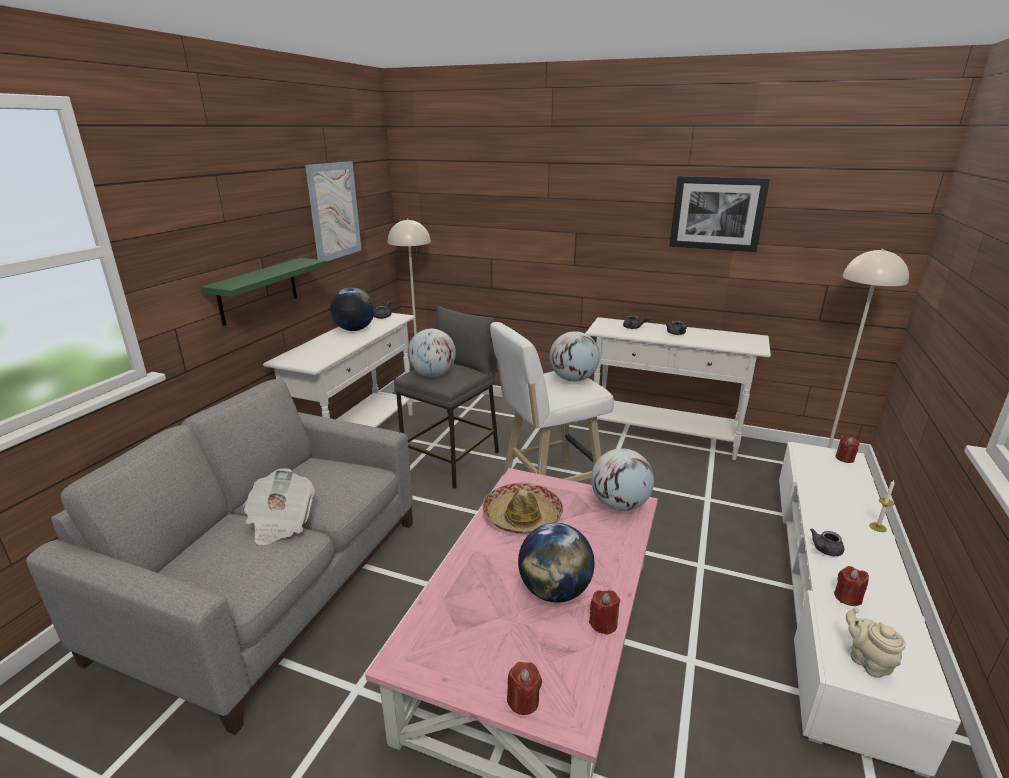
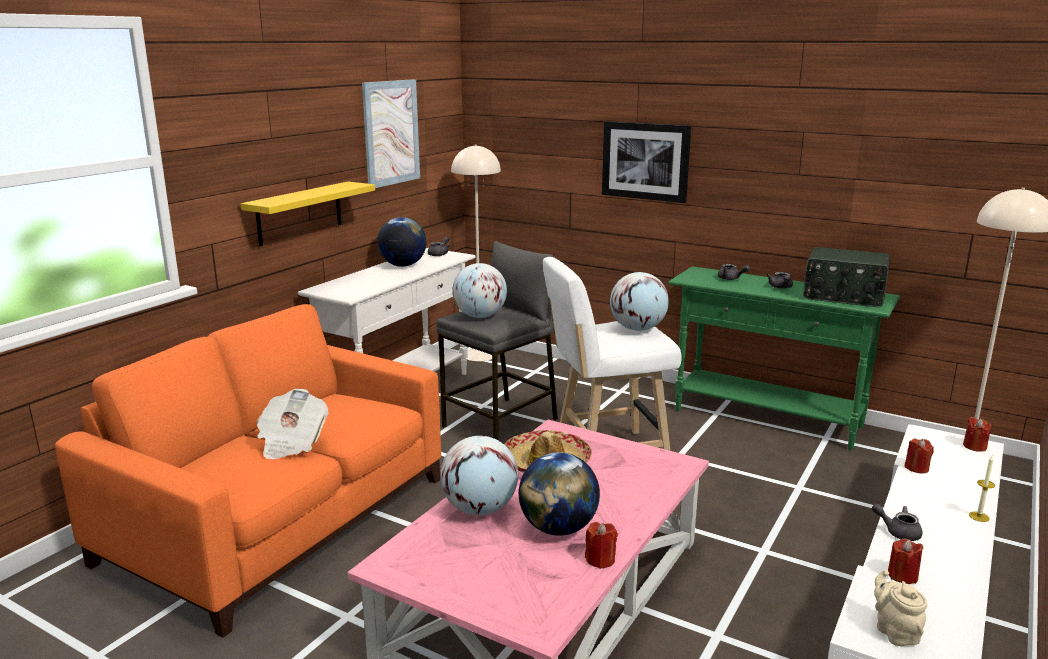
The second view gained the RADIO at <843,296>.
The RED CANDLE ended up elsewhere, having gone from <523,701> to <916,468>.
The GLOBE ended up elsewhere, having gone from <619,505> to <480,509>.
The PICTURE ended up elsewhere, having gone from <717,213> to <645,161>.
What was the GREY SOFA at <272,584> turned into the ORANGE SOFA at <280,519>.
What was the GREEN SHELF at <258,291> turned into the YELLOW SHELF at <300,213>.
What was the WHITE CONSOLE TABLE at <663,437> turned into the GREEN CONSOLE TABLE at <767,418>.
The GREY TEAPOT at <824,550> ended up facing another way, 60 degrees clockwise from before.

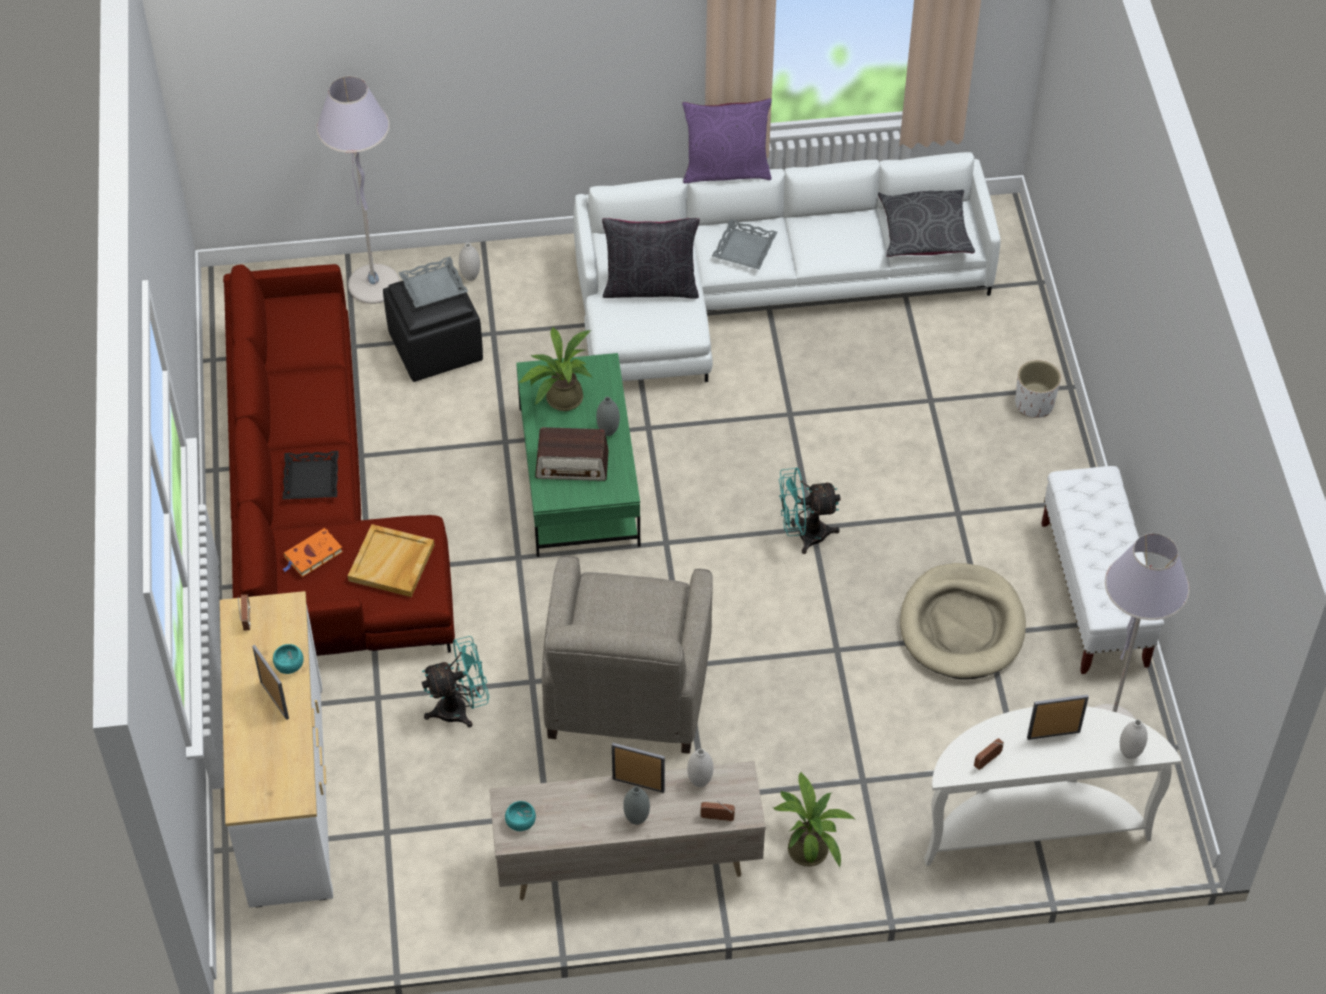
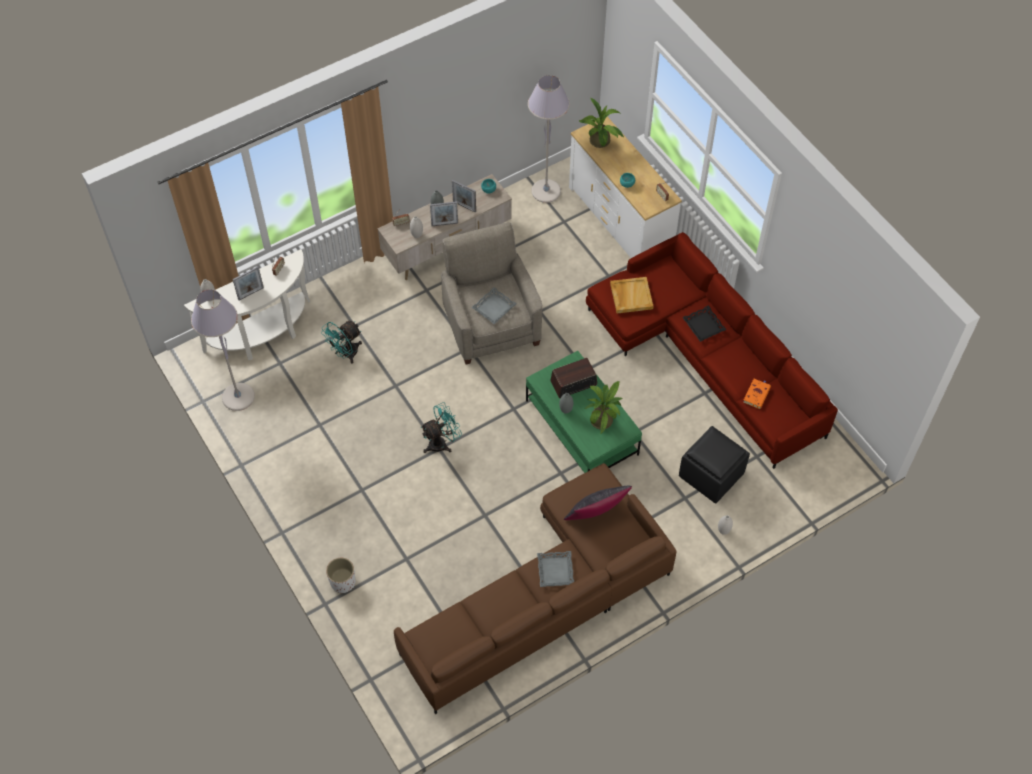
The second view lost the PURPLE PILLOW at <726,170>.
The second view lost the GREY PILLOW at <924,231>.
The second view lost the BEIGE DOG BED at <962,625>.
The second view lost the WHITE BENCH at <1094,594>.
The PICTURE FRAME ended up elsewhere, having gone from <274,700> to <464,206>.
The ORANGE BOOK ended up elsewhere, having gone from <312,555> to <756,394>.
The GREY FLOOR LAMP ended up elsewhere, having gone from <374,285> to <546,191>.
The GREY TRAY ended up elsewhere, having gone from <433,286> to <494,308>.
The TURQUOISE FAN ended up elsewhere, having gone from <460,708> to <345,354>.
The POTTED PLANT ended up elsewhere, having gone from <808,845> to <600,143>.
What was the WHITE SOFA at <763,290> turned into the BROWN SOFA at <543,597>.

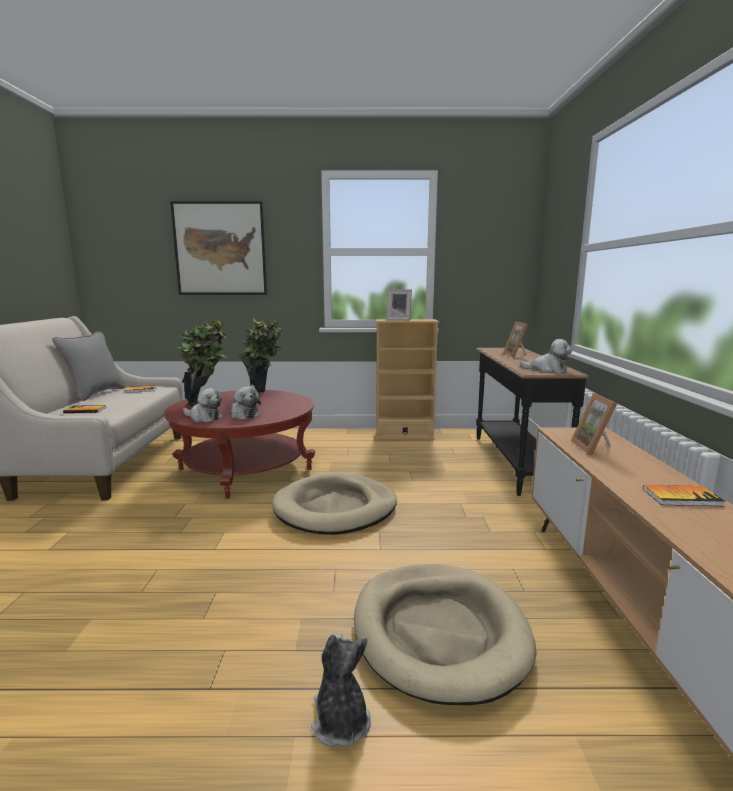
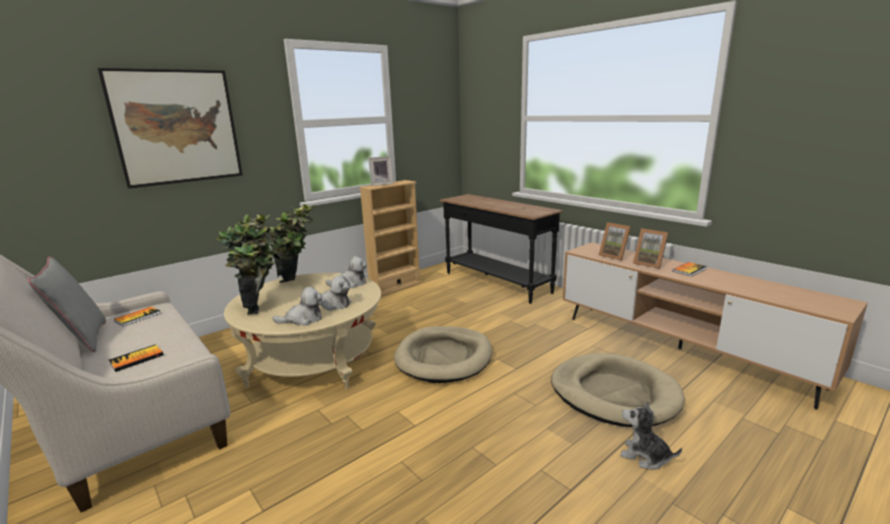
The PICTURE FRAME ended up elsewhere, having gone from <517,355> to <649,264>.
The PLUSH TOY ended up elsewhere, having gone from <547,370> to <350,283>.
What was the RED COFFEE TABLE at <245,469> turned into the BEIGE COFFEE TABLE at <314,360>.

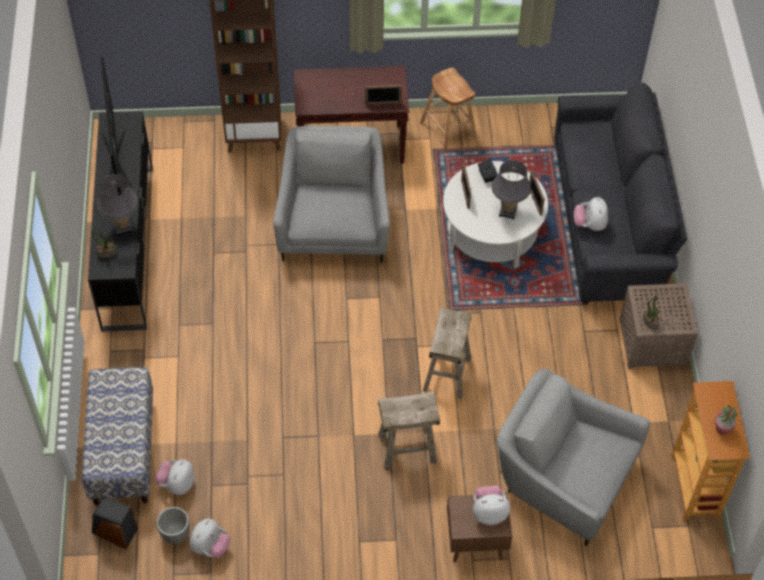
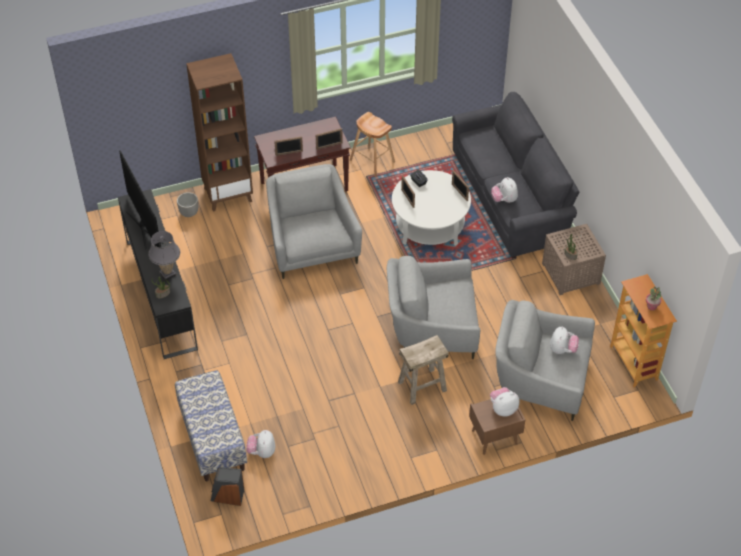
The second view lost the GREY TABLE LAMP at <508,211>.
The second view gained the PICTURE FRAME at <289,153>.
The PLANTER ended up elsewhere, having gone from <175,534> to <188,213>.
The PLUSH TOY ended up elsewhere, having gone from <210,547> to <562,350>.
Where the BEIGE STOOL stood at <446,373>, the GREY ARMCHAIR came to stand at <432,328>.

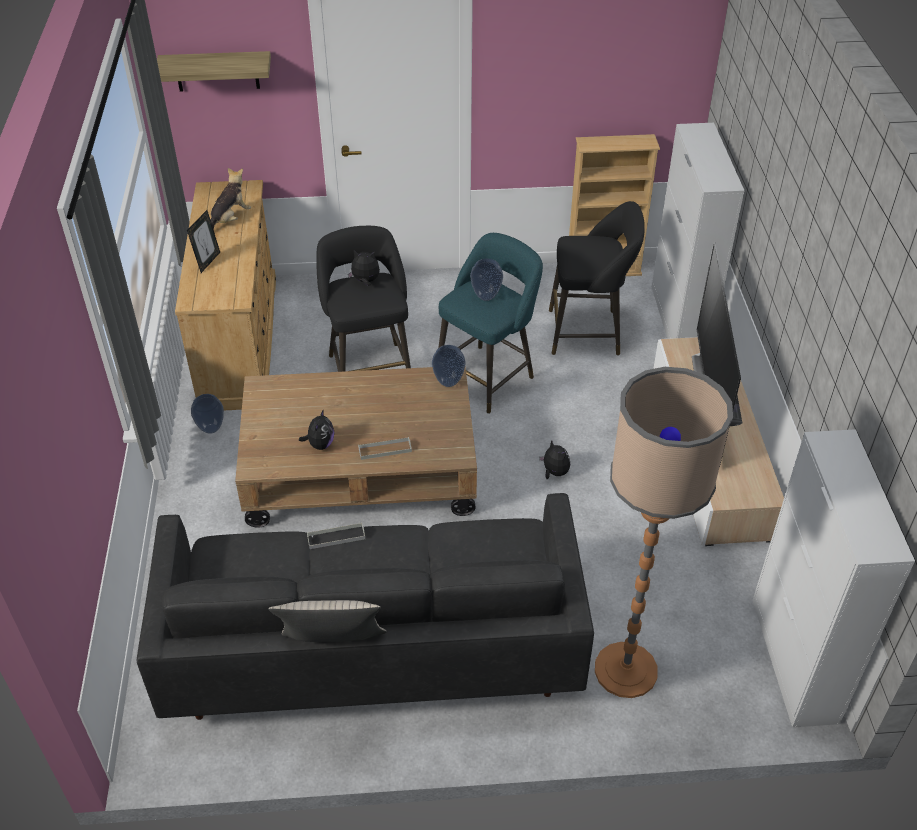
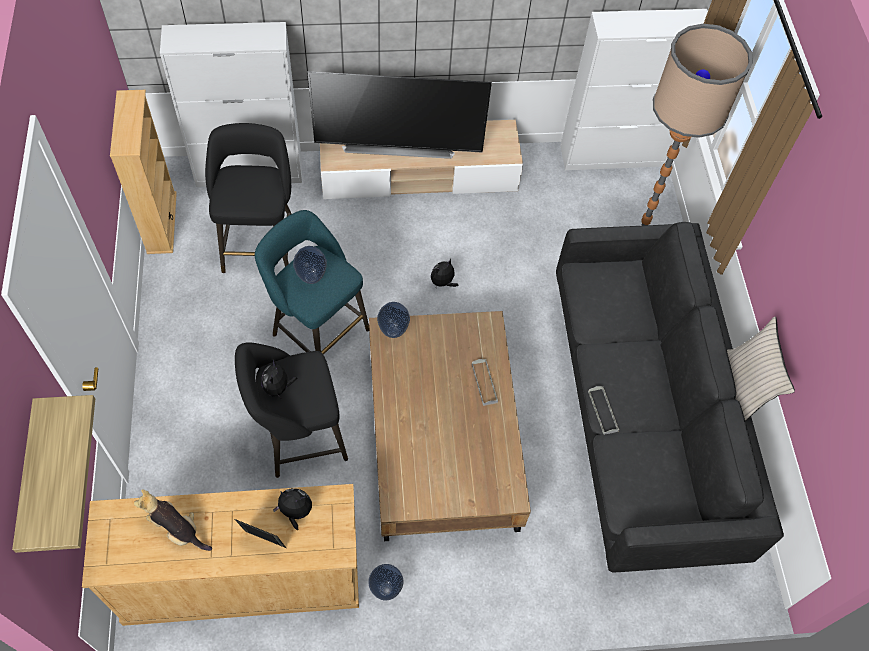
The PLUSH TOY ended up elsewhere, having gone from <320,444> to <295,512>.

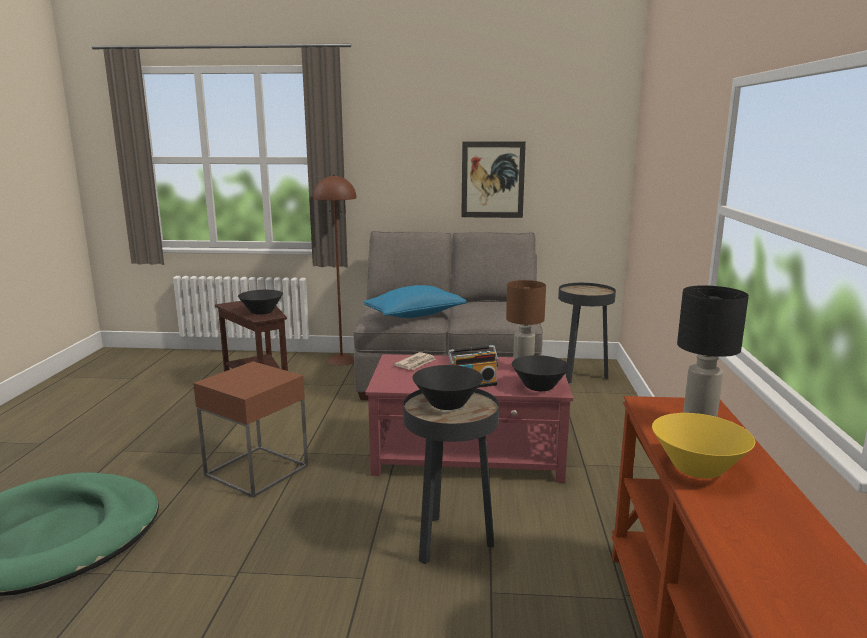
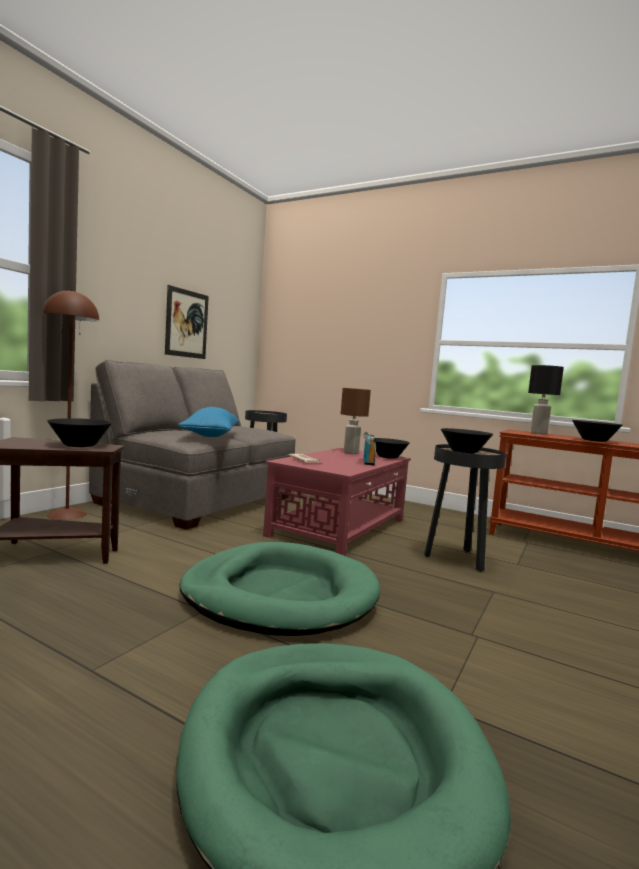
Where the BROWN SIDE TABLE stood at <257,470>, the GREEN DOG BED came to stand at <280,595>.
What was the YELLOW BOWL at <697,468> turned into the BLACK BOWL at <594,440>.

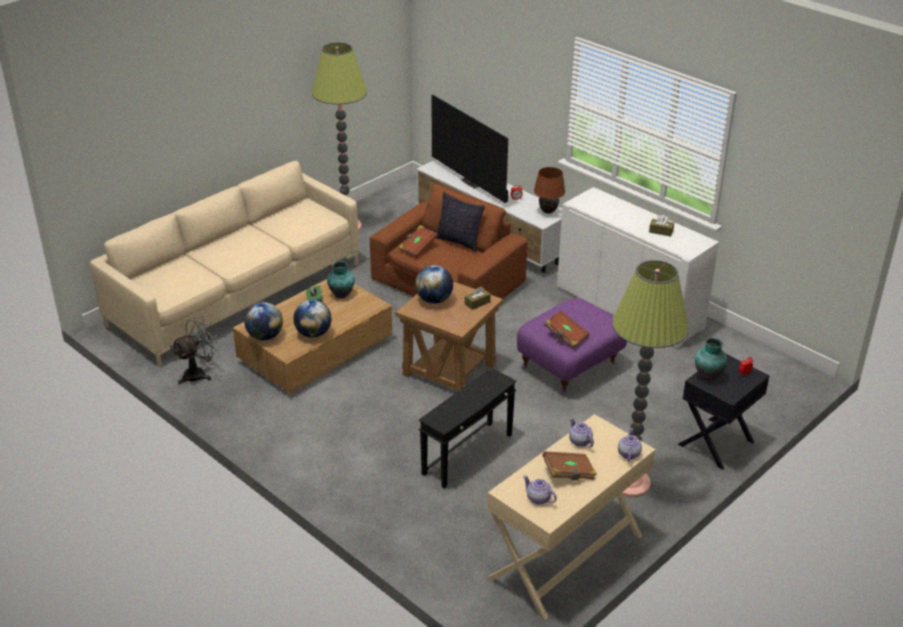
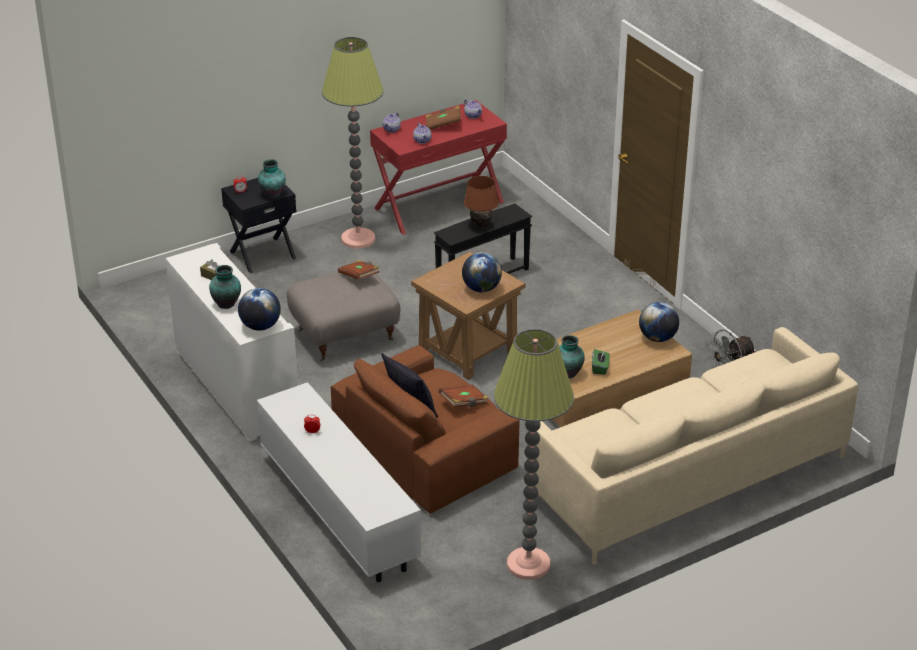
The second view lost the TELEVISION at <473,182>.
The second view lost the BROWN TISSUE BOX at <477,303>.
The second view gained the VASE at <227,304>.
The GLOBE ended up elsewhere, having gone from <313,333> to <260,326>.
The BROWN TABLE LAMP ended up elsewhere, having gone from <548,212> to <481,225>.
What was the BEIGE CONSOLE TABLE at <566,557> turned into the RED CONSOLE TABLE at <439,205>.
What was the PURPLE OTTOMAN at <570,367> turned into the GREY OTTOMAN at <345,334>.

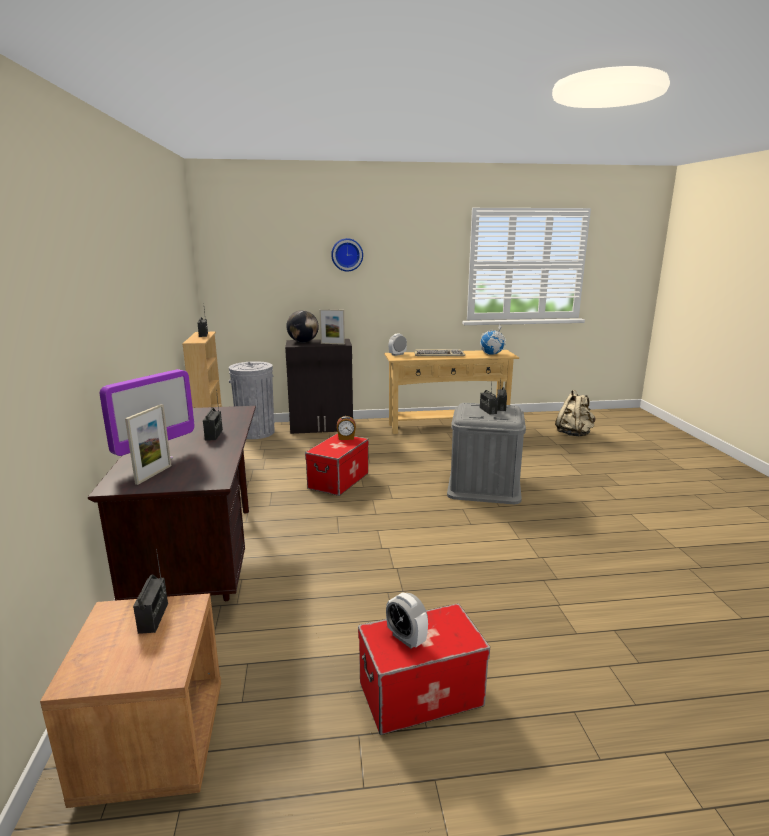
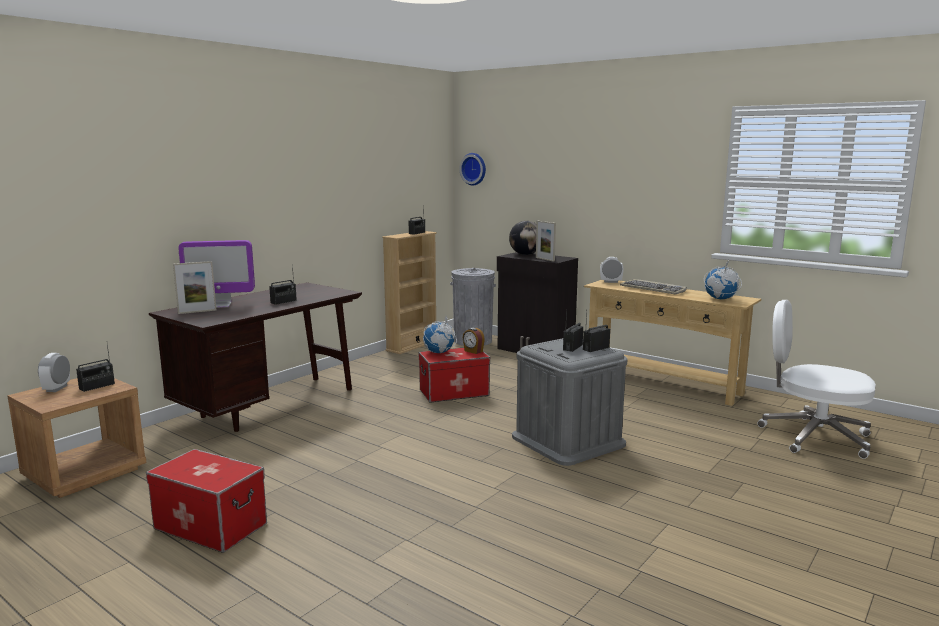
The second view gained the GLOBE at <439,352>.
The WALL CLOCK ended up elsewhere, having gone from <347,254> to <474,169>.
The ALARM CLOCK ended up elsewhere, having gone from <406,638> to <57,388>.
Where the BEIGE BACKPACK stood at <574,434>, the WHITE OFFICE CHAIR came to stand at <813,436>.

